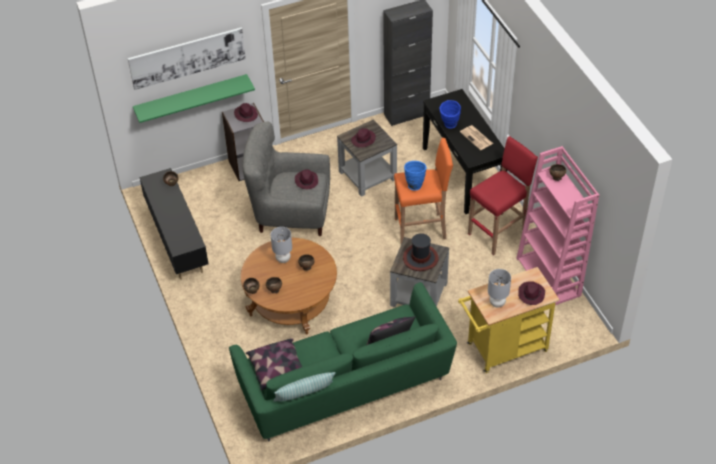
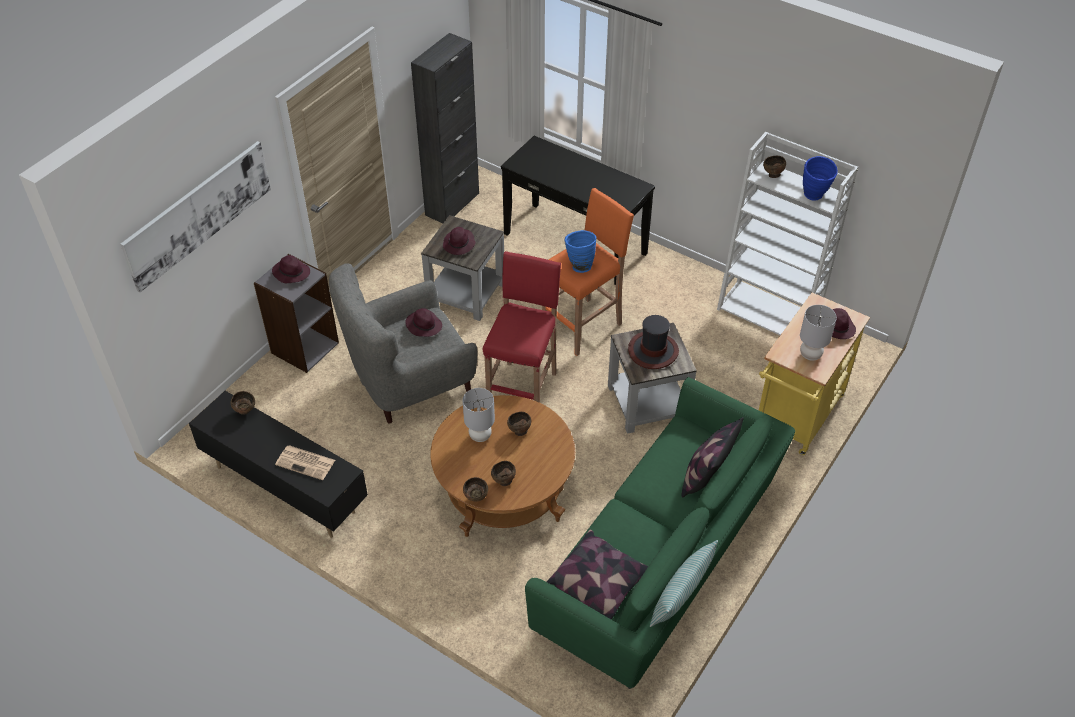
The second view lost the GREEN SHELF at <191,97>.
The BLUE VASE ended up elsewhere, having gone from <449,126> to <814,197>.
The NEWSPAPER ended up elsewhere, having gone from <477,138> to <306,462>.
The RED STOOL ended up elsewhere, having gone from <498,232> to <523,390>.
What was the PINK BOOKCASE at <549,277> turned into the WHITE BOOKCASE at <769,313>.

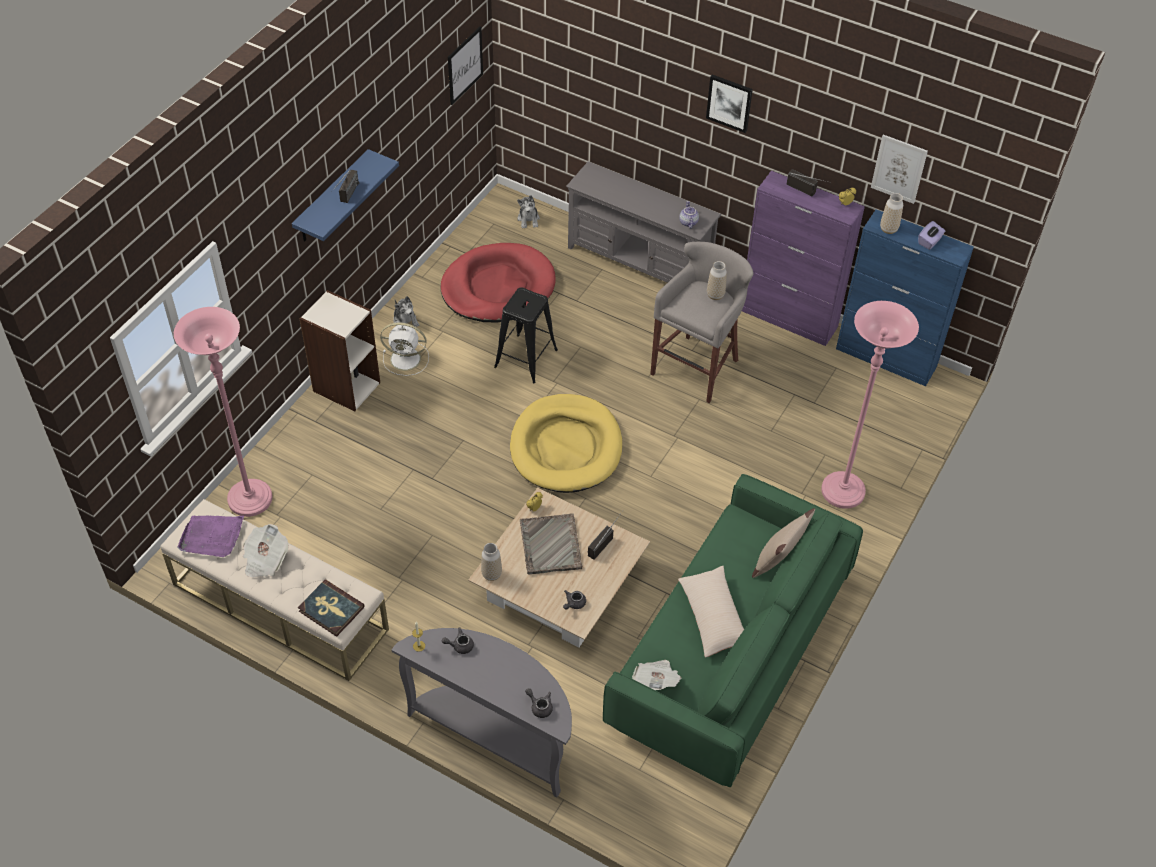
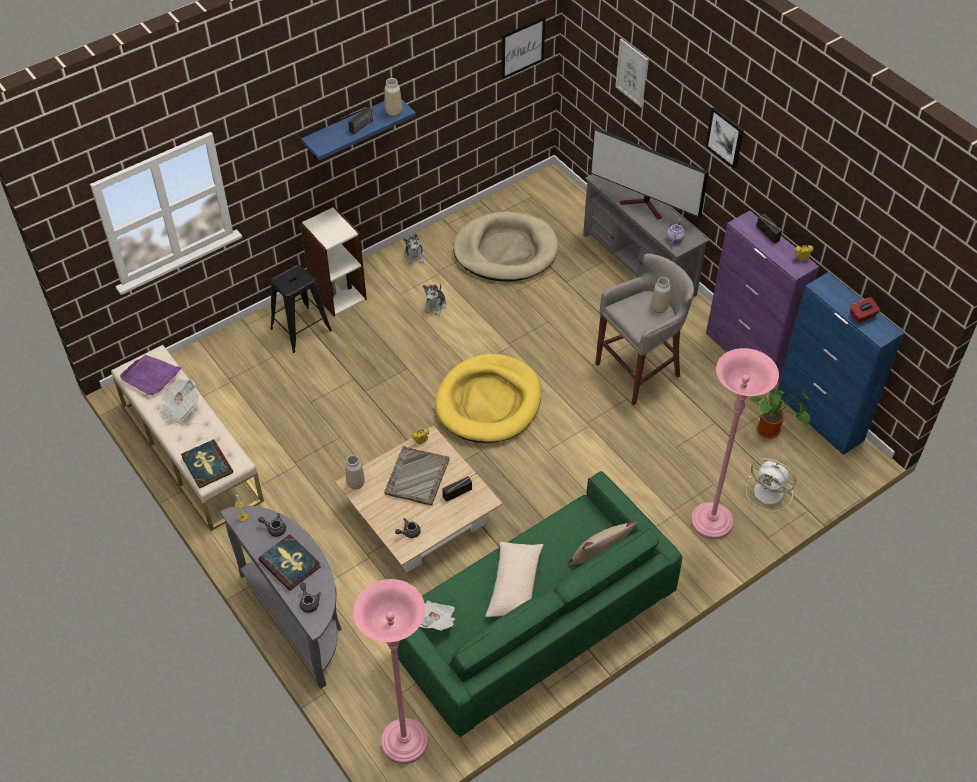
The second view gained the BOOK at <290,563>.
The second view gained the TELEVISION at <645,206>.
The second view gained the POTTED PLANT at <771,430>.
The PINK FLOOR LAMP ended up elsewhere, having gone from <250,499> to <404,742>.
The WHITE FAN ended up elsewhere, having gone from <407,359> to <769,493>.
The BLACK STOOL ended up elsewhere, having gone from <526,358> to <301,329>.
The PLUSH TOY ended up elsewhere, having gone from <528,219> to <435,305>.
The PICTURE ended up elsewhere, having gone from <899,169> to <632,73>.
The VASE ended up elsewhere, having gone from <888,229> to <393,112>.
What was the RED DOG BED at <498,287> turned into the BEIGE DOG BED at <505,251>.
What was the PURPLE TISSUE BOX at <929,241> turned into the RED TISSUE BOX at <862,316>.

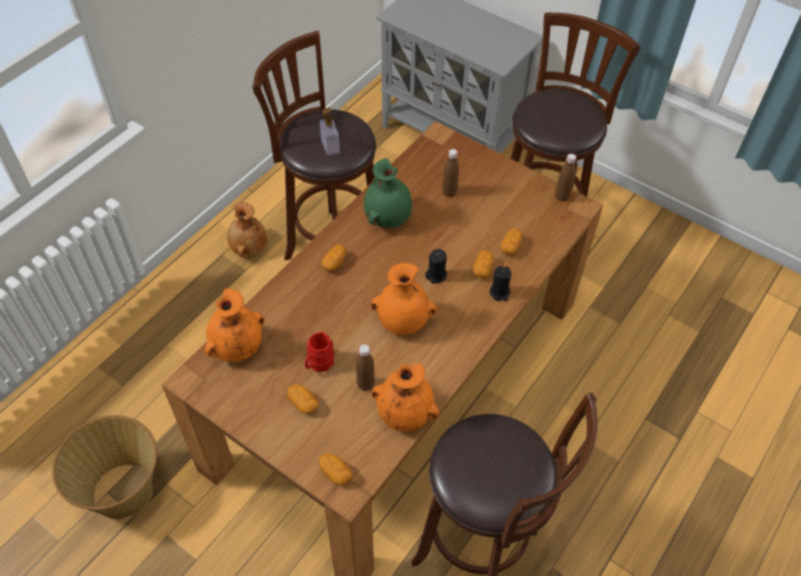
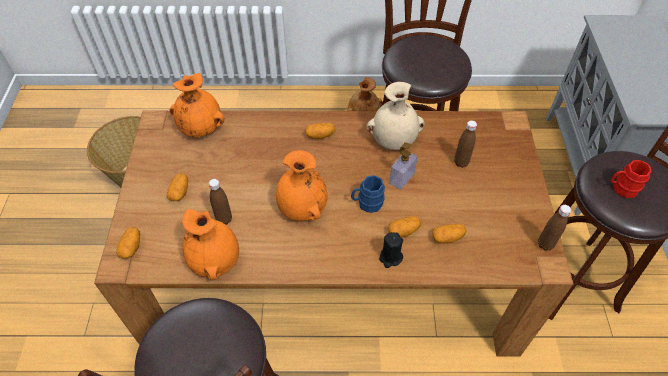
The RED MUG ended up elsewhere, having gone from <318,363> to <622,188>.
The SOAP DISPENSER ended up elsewhere, having gone from <330,146> to <401,178>.
Where the BLACK CANDLE stood at <436,275>, the BLUE MUG came to stand at <367,203>.
What was the GREEN VASE at <388,218> turned into the BEIGE VASE at <394,141>.

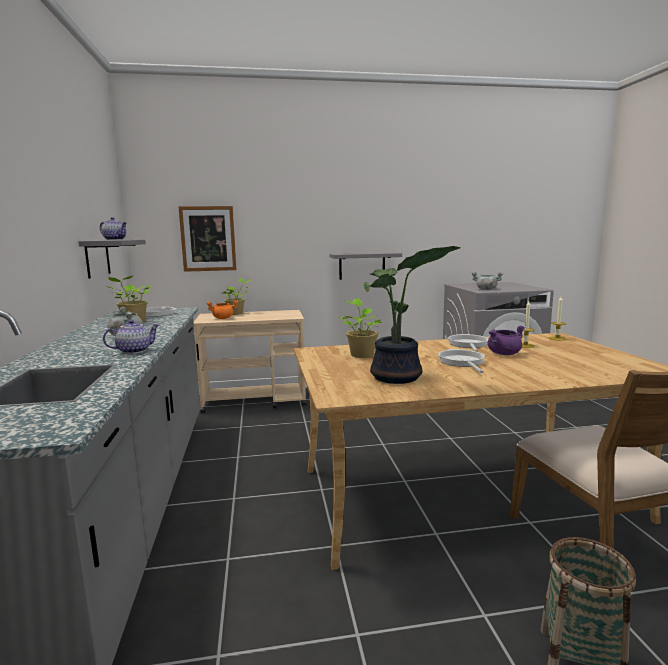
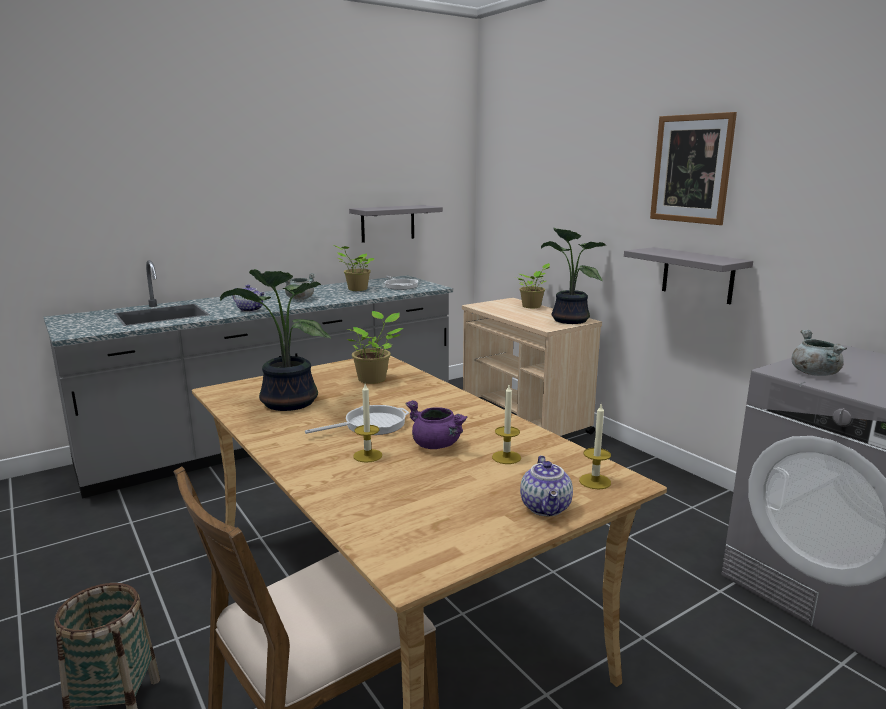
The second view lost the ORANGE COOKING POT at <223,318>.
The second view lost the FRYING PAN at <468,344>.
The second view gained the CANDLE at <367,455>.
The second view gained the POTTED PLANT at <567,320>.
The TEAPOT ended up elsewhere, having gone from <115,239> to <546,508>.
The PICTURE ended up elsewhere, having gone from <208,238> to <691,169>.

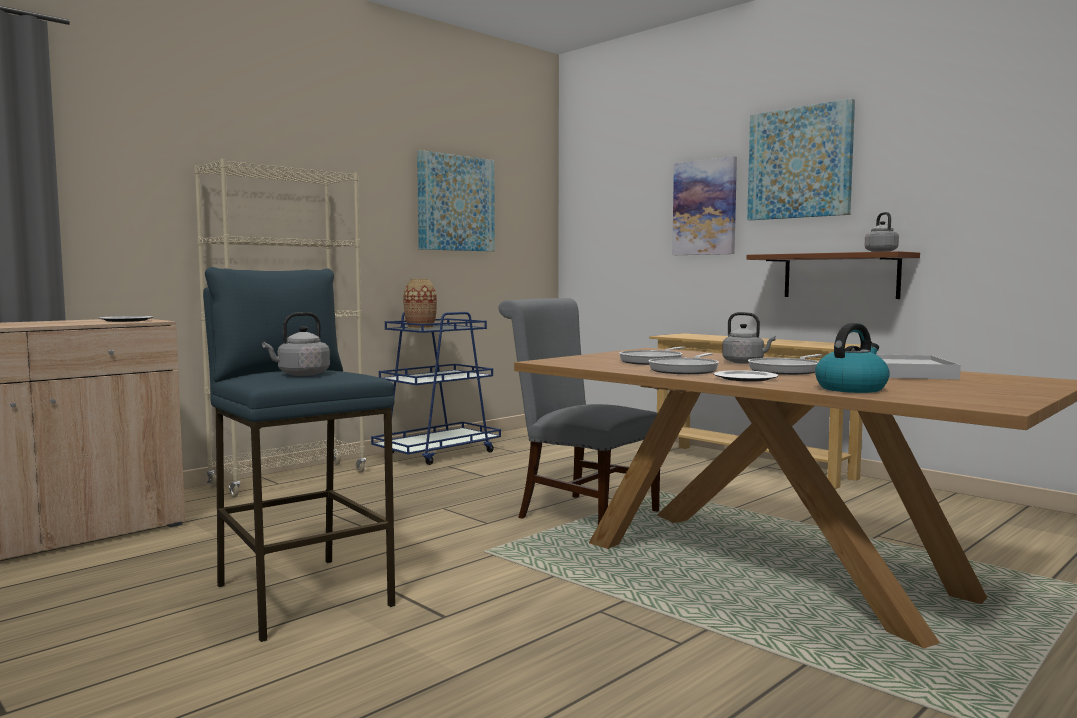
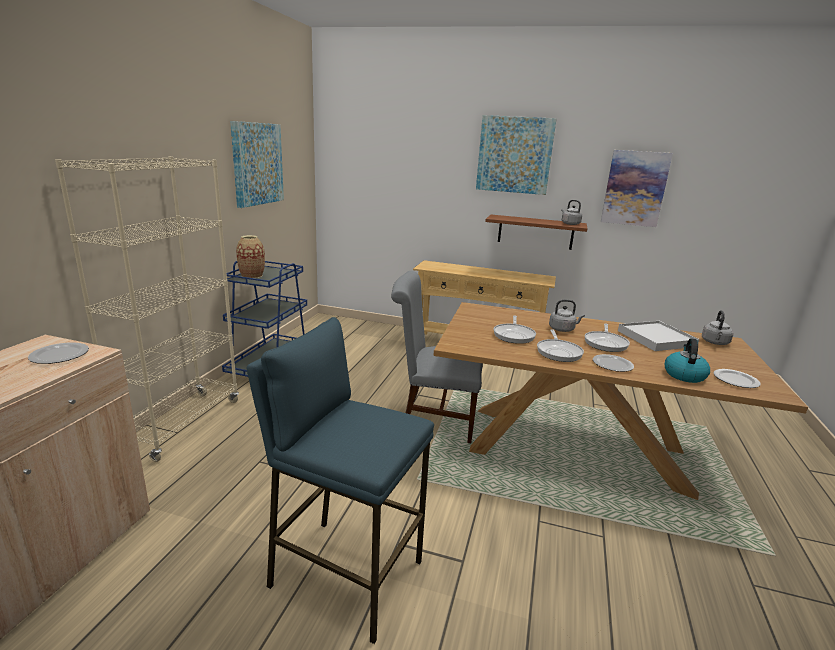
The second view gained the PLATE at <735,380>.
The GREY KETTLE ended up elsewhere, having gone from <301,374> to <715,343>.
The PICTURE ended up elsewhere, having gone from <705,207> to <635,188>.

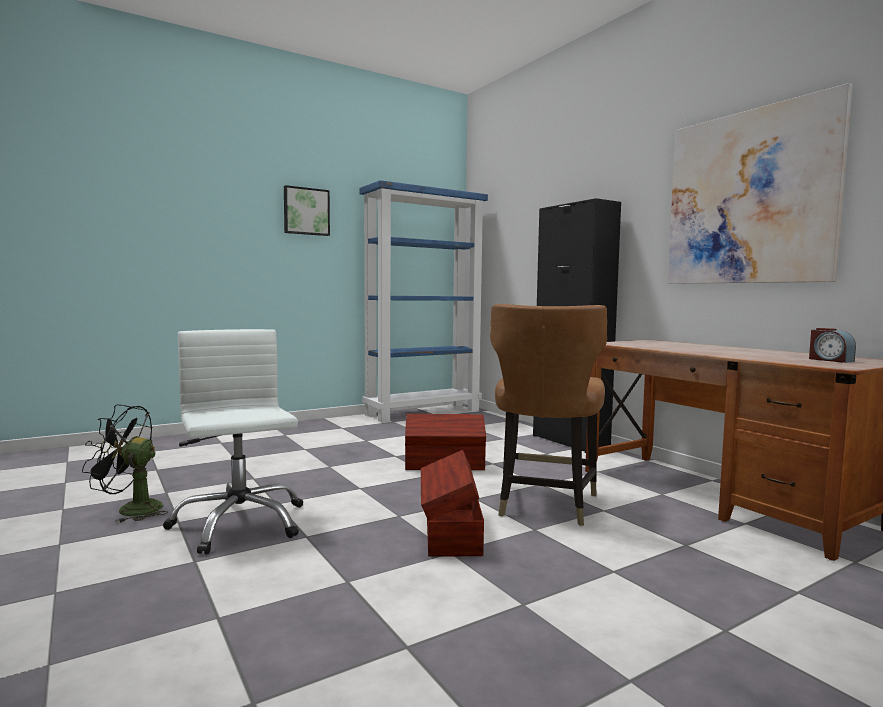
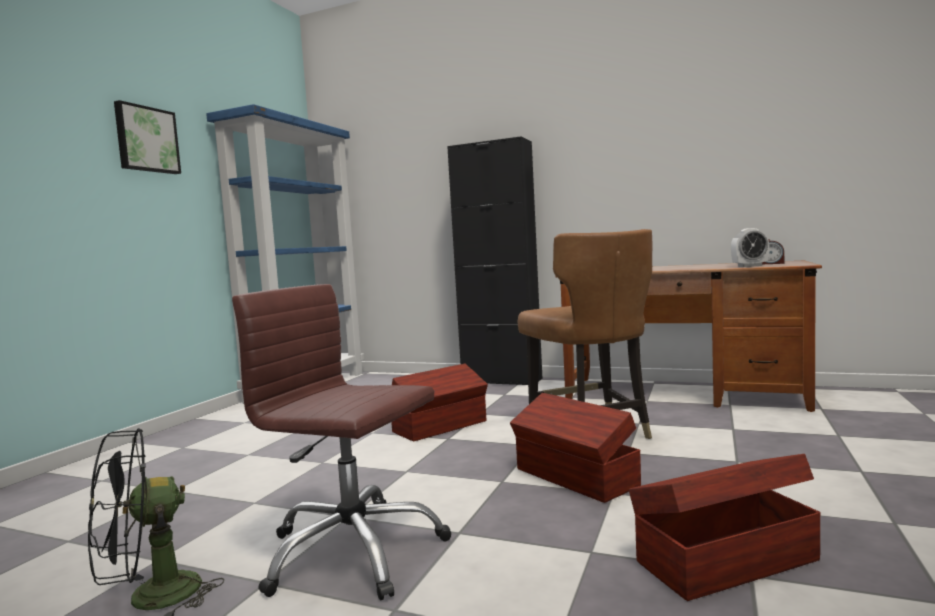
The second view lost the PICTURE at <749,198>.
The second view gained the BROWN STORAGE BOX at <723,560>.
The second view gained the ALARM CLOCK at <749,266>.
What was the WHITE OFFICE CHAIR at <239,523> turned into the BROWN OFFICE CHAIR at <353,552>.

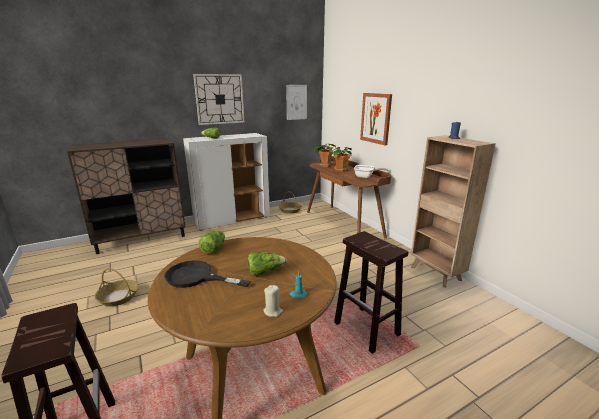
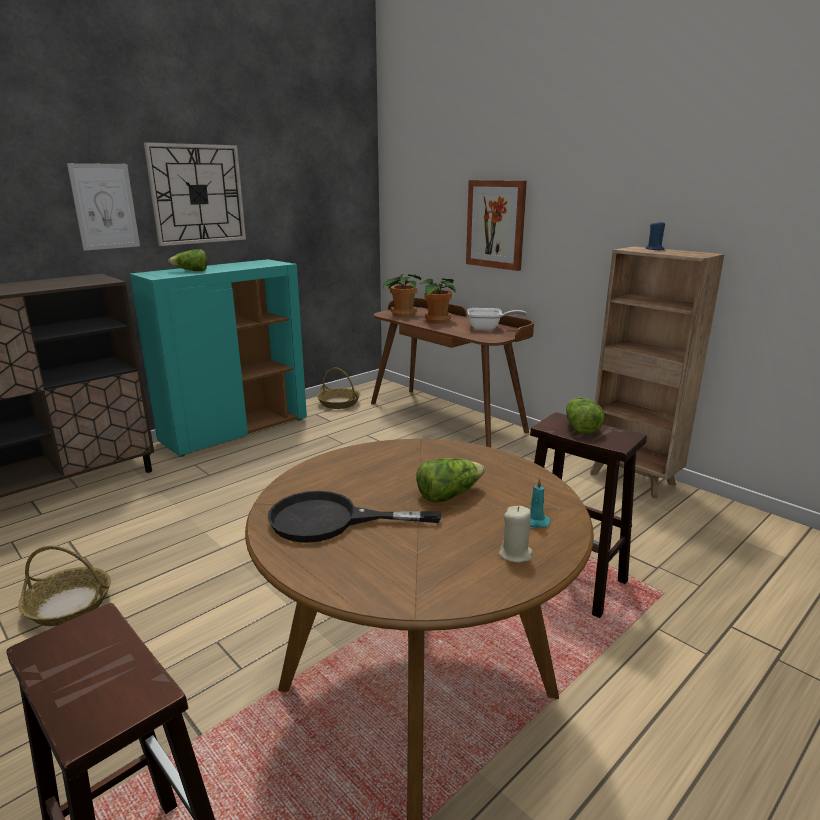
The LETTUCE ended up elsewhere, having gone from <214,249> to <580,427>.
The PICTURE ended up elsewhere, having gone from <296,102> to <105,206>.
What was the WHITE CABINET at <232,219> turned into the TURQUOISE CABINET at <235,430>.

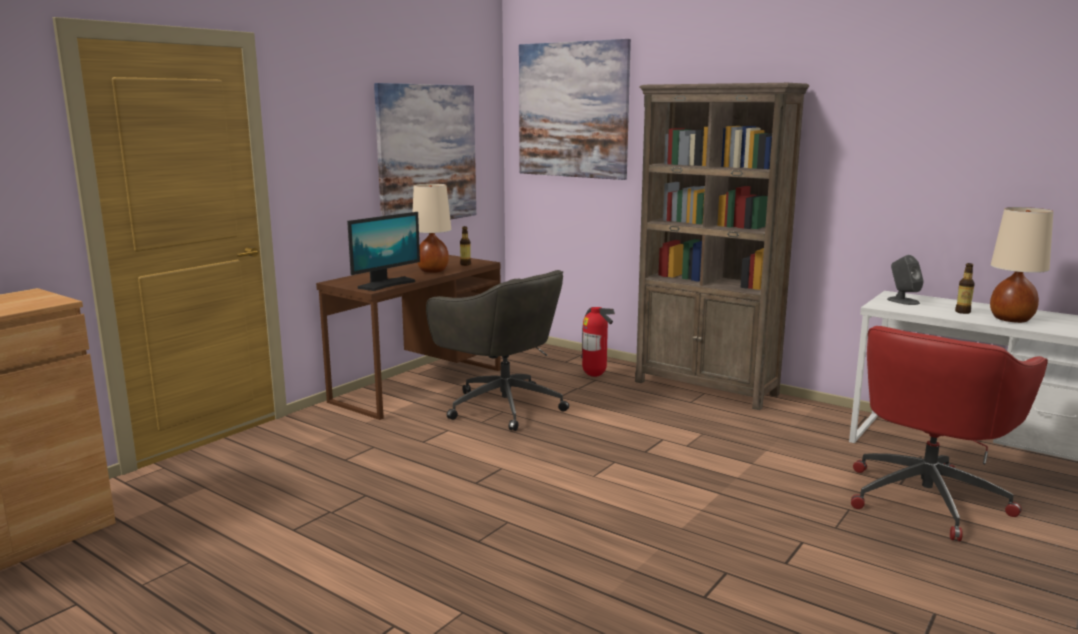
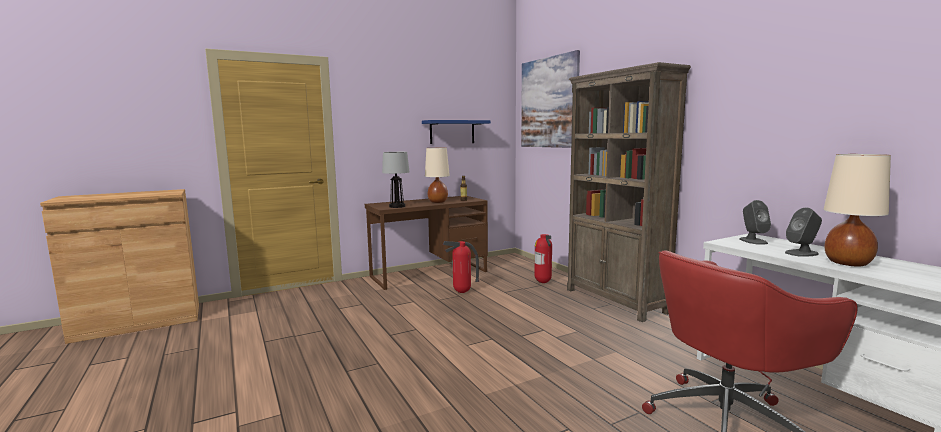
Where the MONITOR stood at <386,284>, the TABLE LAMP came to stand at <397,206>.
Where the PICTURE hung at <427,154>, the BLUE SHELF came to hang at <452,132>.
Where the GREY OFFICE CHAIR stood at <502,406>, the FIRE EXTINGUISHER came to stand at <462,292>.
Where the BOTTLE stood at <962,312>, the GREY SPEAKER came to stand at <802,253>.

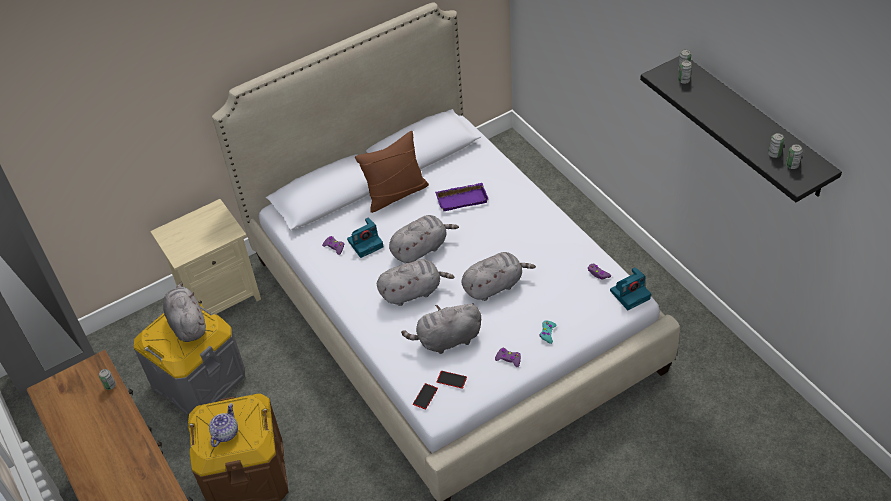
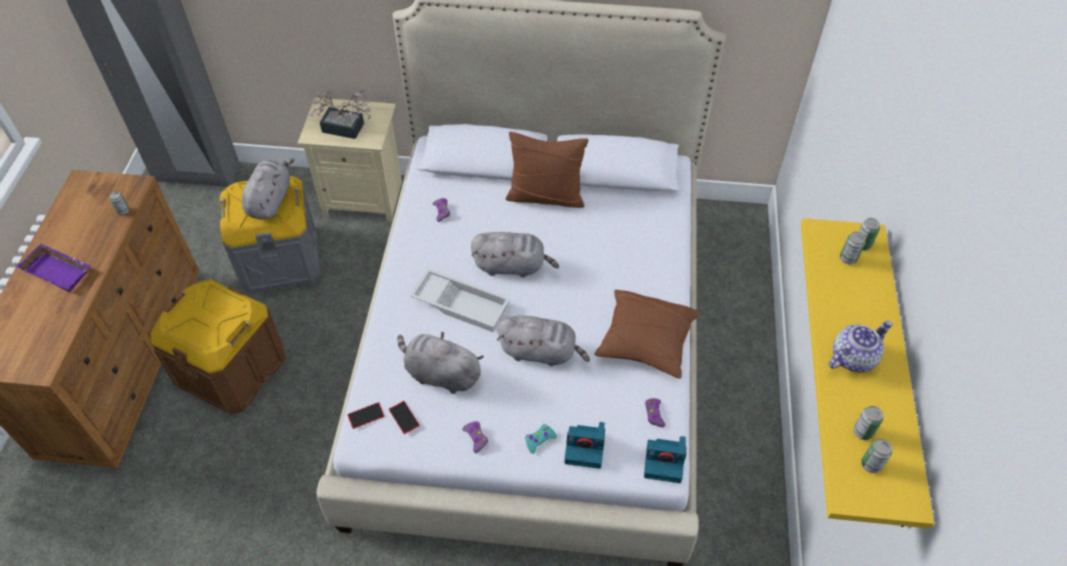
The second view gained the POTTED PLANT at <347,129>.
The second view gained the BROWN PILLOW at <645,341>.
The TEAPOT ended up elsewhere, having gone from <225,433> to <853,357>.
The PHOTO CAMERA ended up elsewhere, having gone from <366,243> to <586,448>.
The PURPLE TRAY ended up elsewhere, having gone from <462,199> to <59,270>.
Where the GREY PLUSH TOY stood at <413,292>, the WHITE TRAY came to stand at <462,303>.
What was the BLACK SHELF at <754,126> turned into the YELLOW SHELF at <895,376>.

